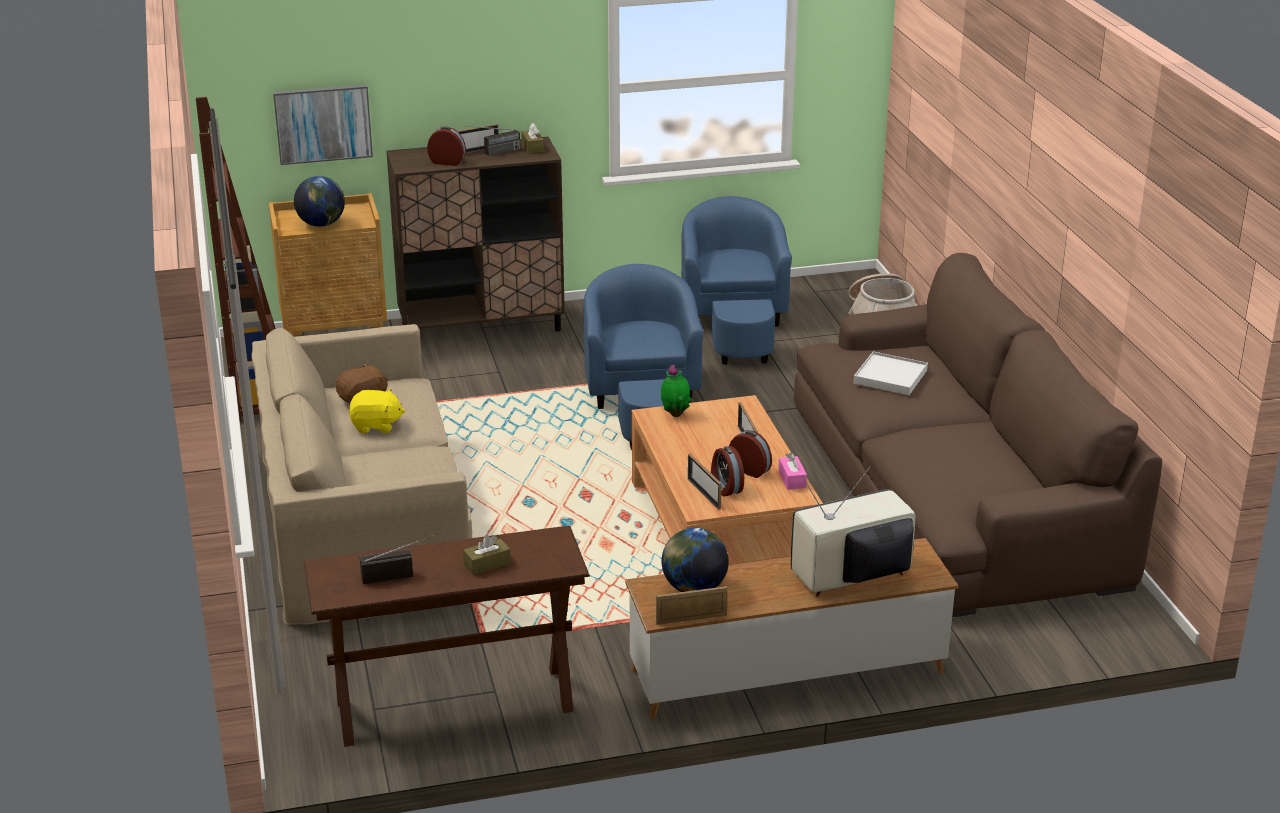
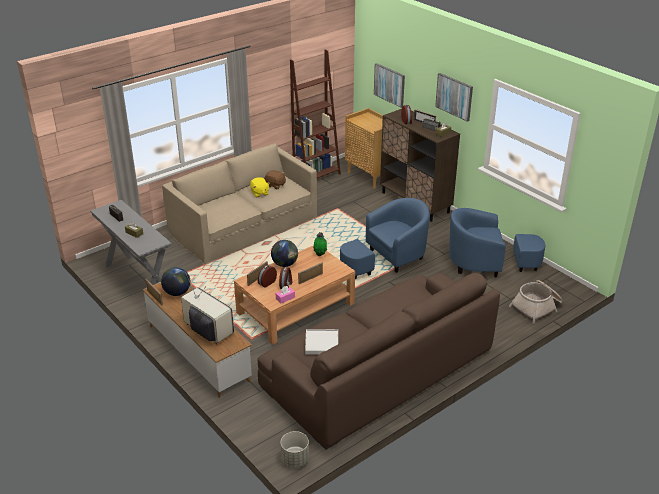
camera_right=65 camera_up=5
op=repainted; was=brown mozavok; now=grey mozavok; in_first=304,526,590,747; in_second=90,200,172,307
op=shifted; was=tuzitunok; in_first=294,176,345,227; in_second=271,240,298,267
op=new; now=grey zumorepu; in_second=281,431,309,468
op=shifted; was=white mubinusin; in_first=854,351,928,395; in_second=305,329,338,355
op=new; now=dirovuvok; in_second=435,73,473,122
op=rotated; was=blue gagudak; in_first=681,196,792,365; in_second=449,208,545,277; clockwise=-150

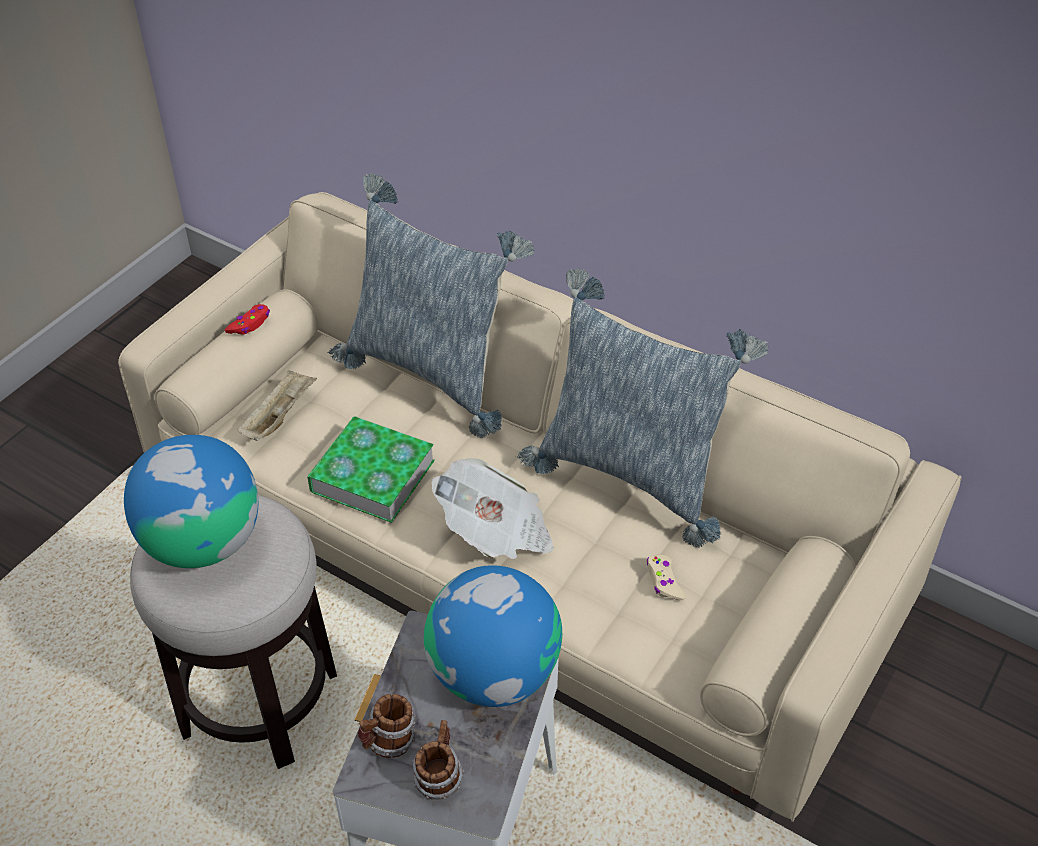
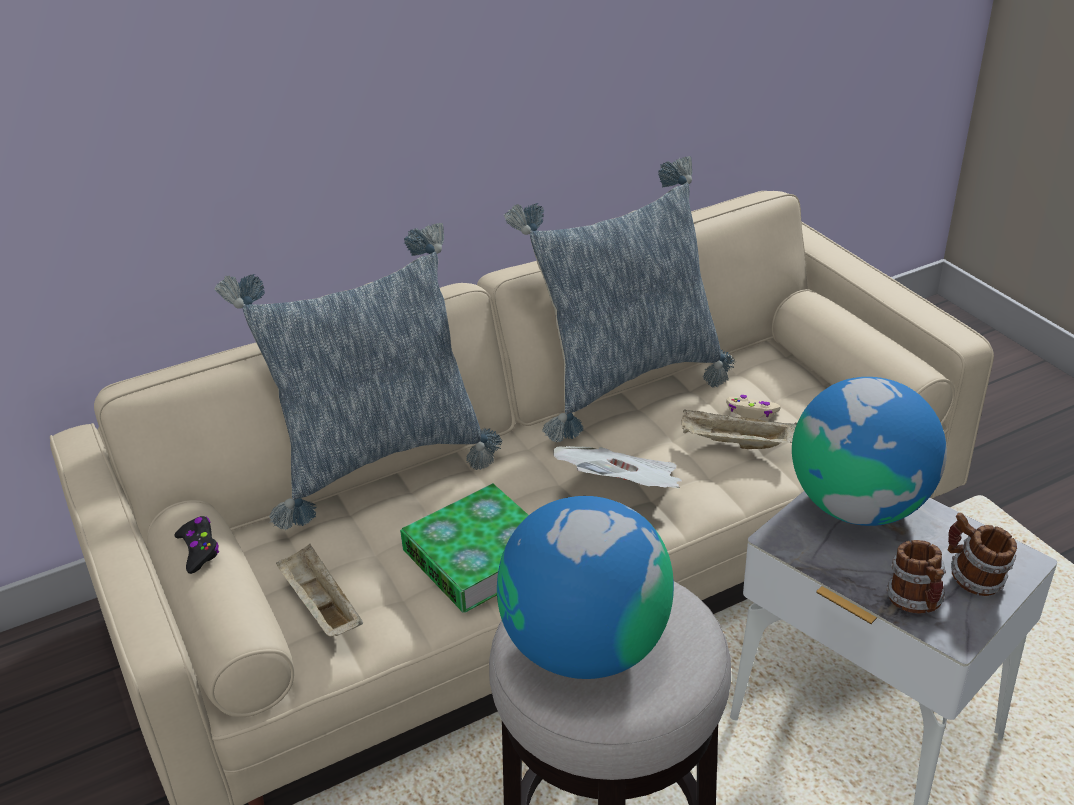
camera_right=-60 camera_up=-10
op=repainted; was=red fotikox; now=black fotikox; in_first=225,304,270,335; in_second=174,516,219,574
op=new; now=beige mubinusin; in_second=681,409,797,449

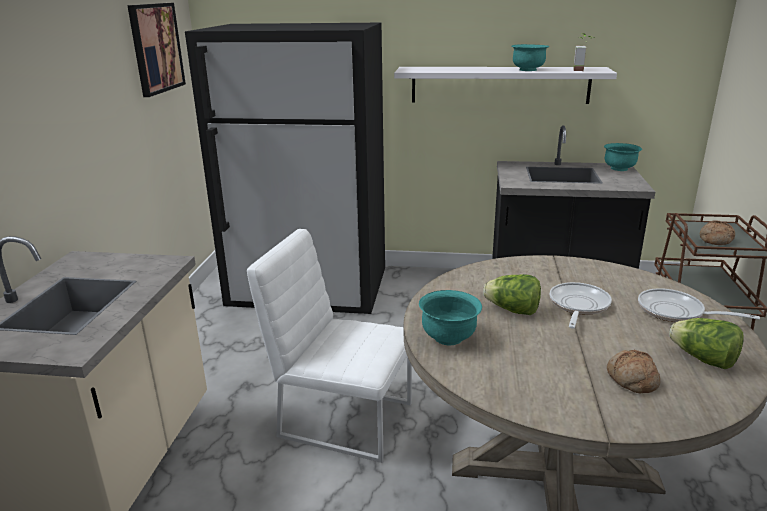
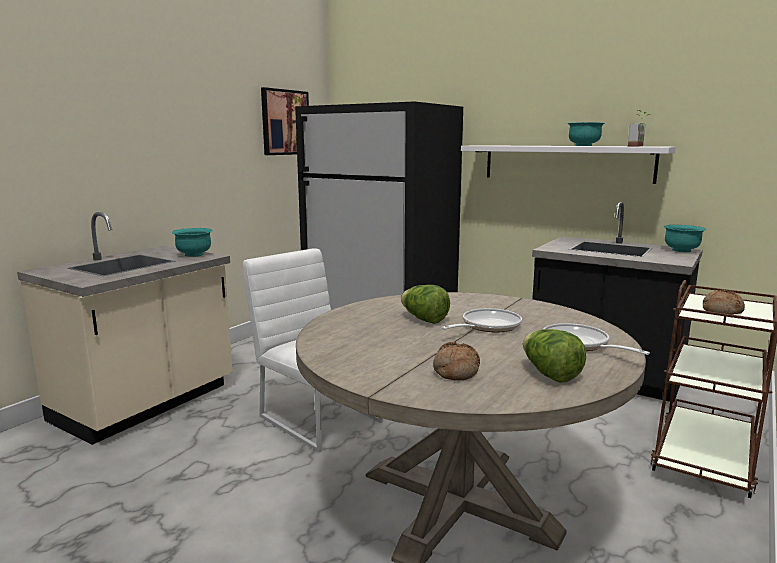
camera_right=25 camera_up=-10
op=shifted; was=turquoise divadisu; in_first=419,290,482,345; in_second=172,228,213,257

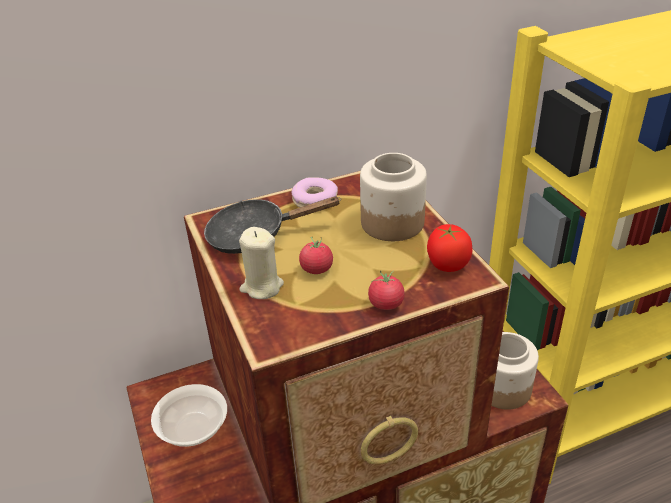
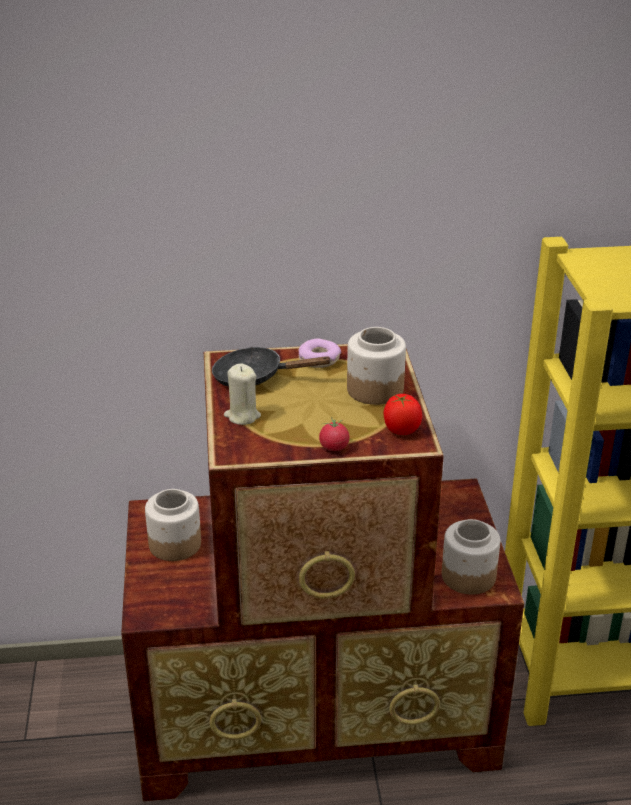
camera_right=15 camera_up=-5
op=swapped; was=divadisu; now=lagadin; in_first=151,384,227,447; in_second=145,489,201,561
op=gone; was=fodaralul; in_first=299,236,333,274

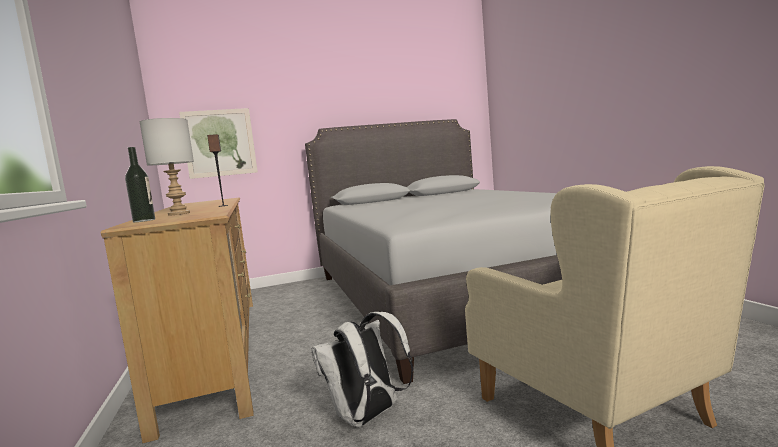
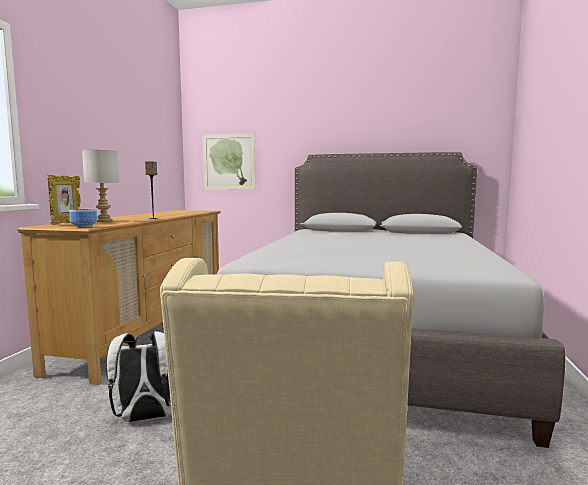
camera_right=30 camera_up=0
op=swapped; was=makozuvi; now=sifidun; in_first=125,147,155,222; in_second=47,175,81,225
op=new; now=divadisu; in_second=69,209,97,228

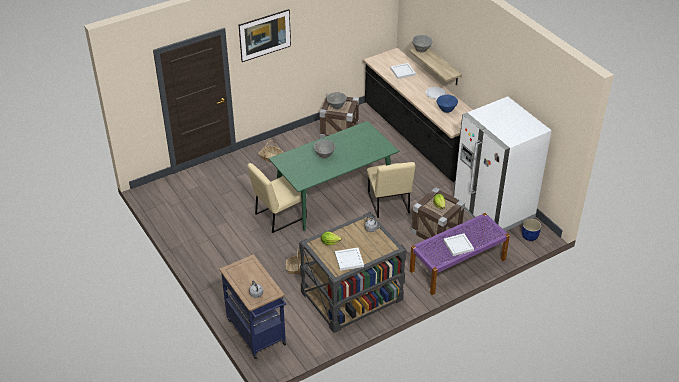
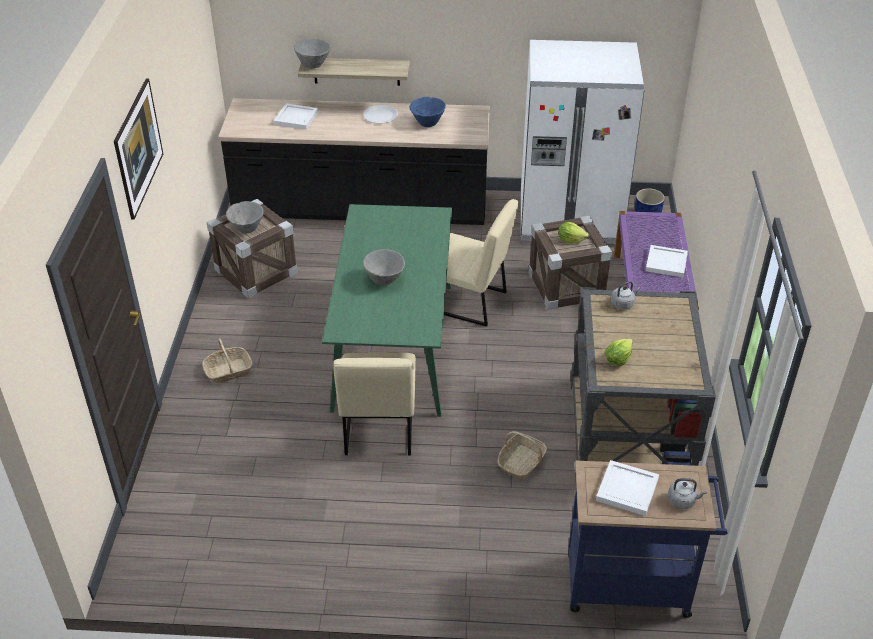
camera_right=-55 camera_up=0
op=shifted; was=white mubinusin; in_first=335,248,364,271; in_second=596,460,659,516

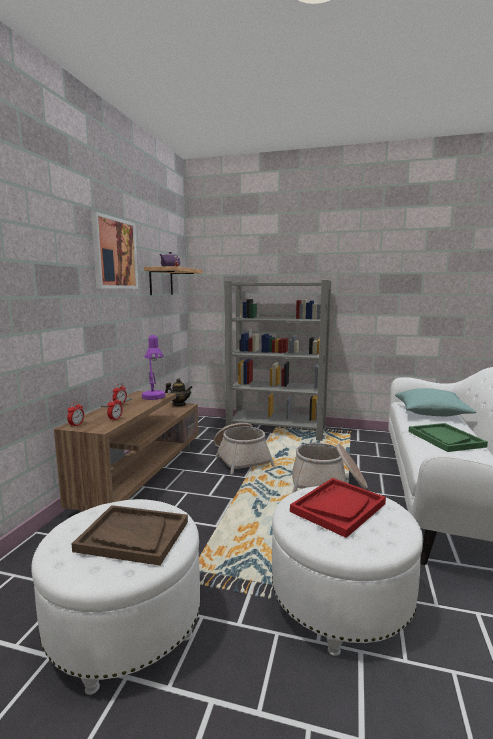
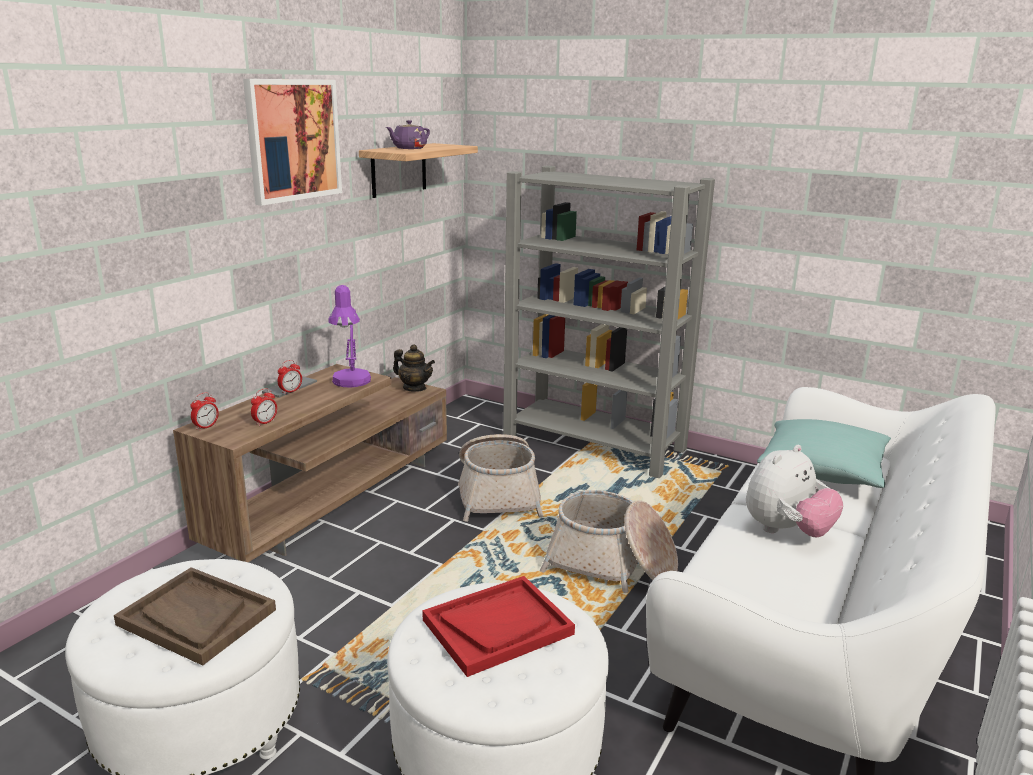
camera_right=15 camera_up=10
op=swapped; was=green mubinusin; now=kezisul; in_first=408,423,488,452; in_second=746,445,843,538

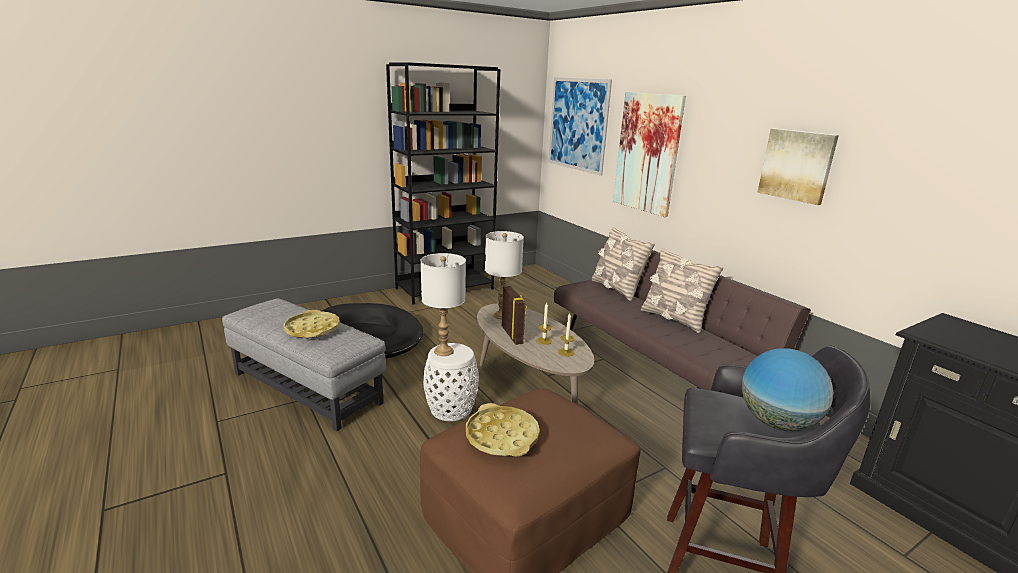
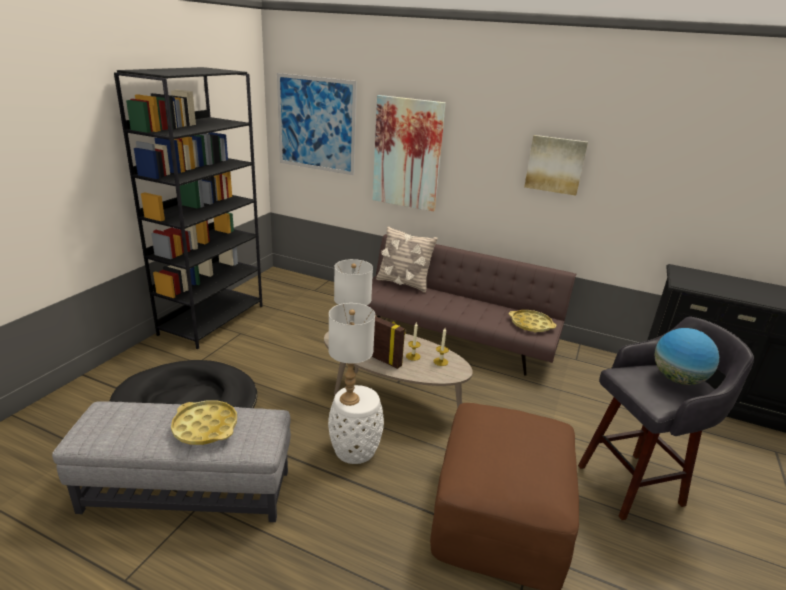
camera_right=-35 camera_up=5
op=shifted; was=yellow mubinusin; in_first=466,403,540,456; in_second=509,310,556,333
op=gone; was=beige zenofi; in_first=641,249,723,333

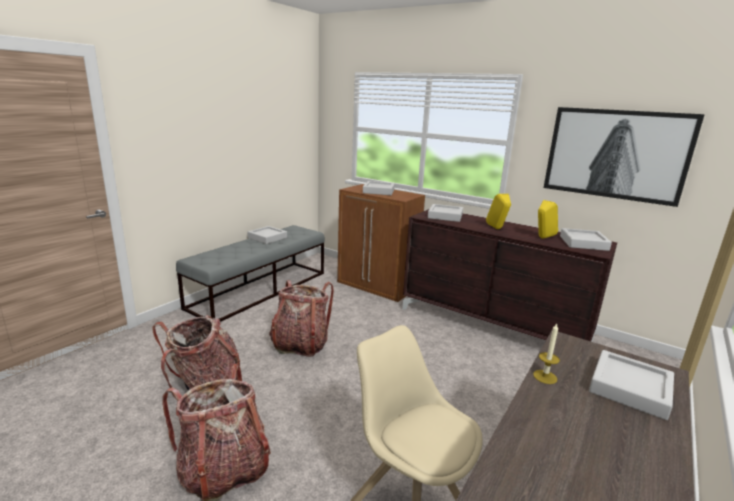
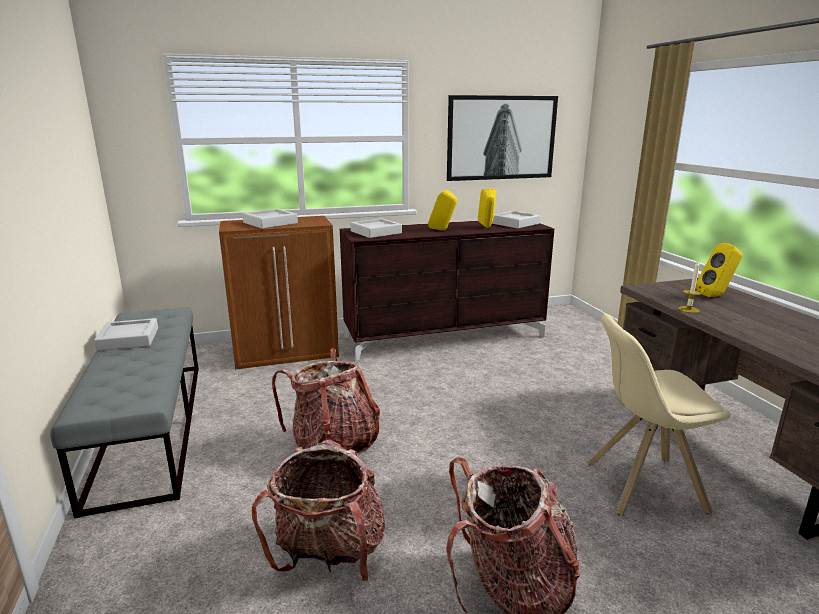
camera_right=-50 camera_up=0
op=swapped; was=grey mubinusin; now=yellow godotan; in_first=589,350,674,420; in_second=696,243,743,297

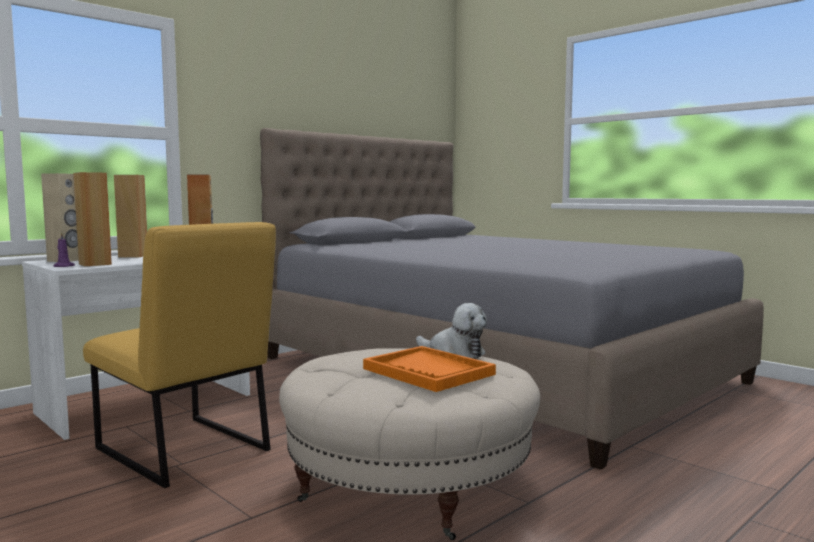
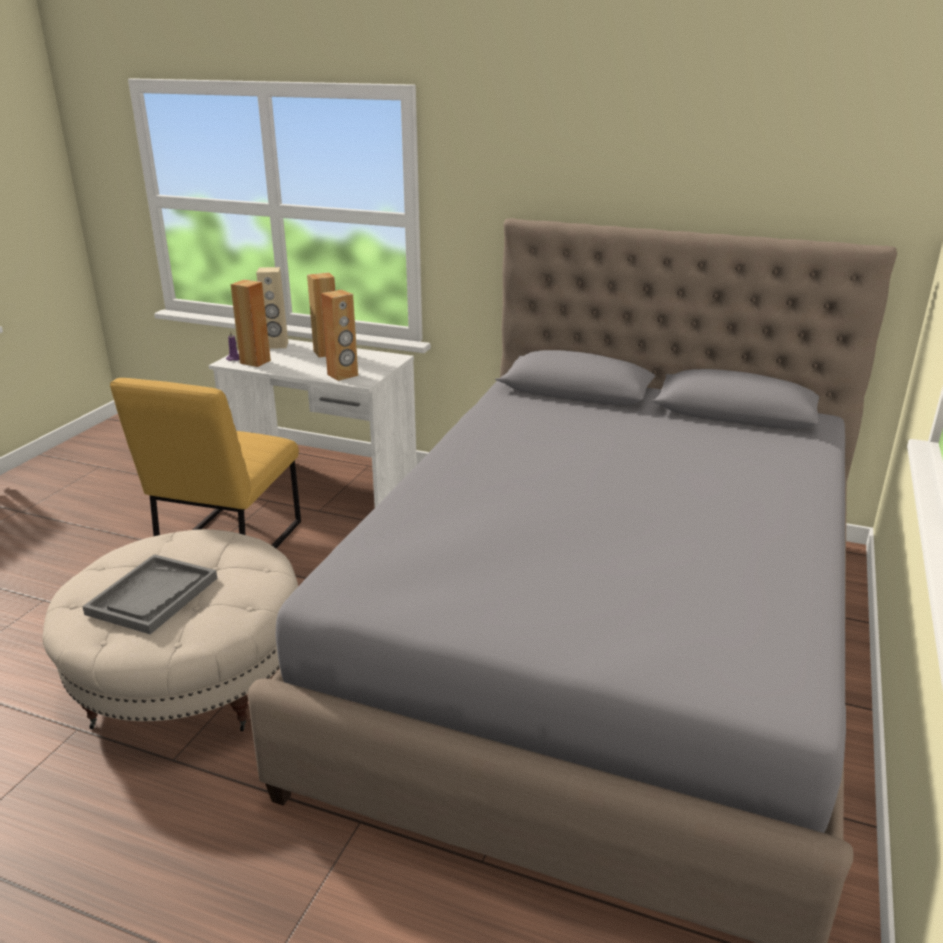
camera_right=65 camera_up=20
op=repainted; was=orange mubinusin; now=grey mubinusin; in_first=363,346,496,392; in_second=82,554,217,634
op=gone; was=kezisul; in_first=416,303,487,359

